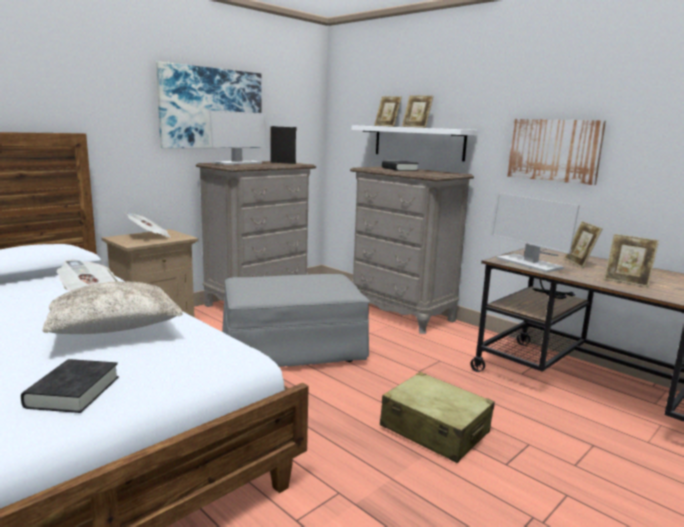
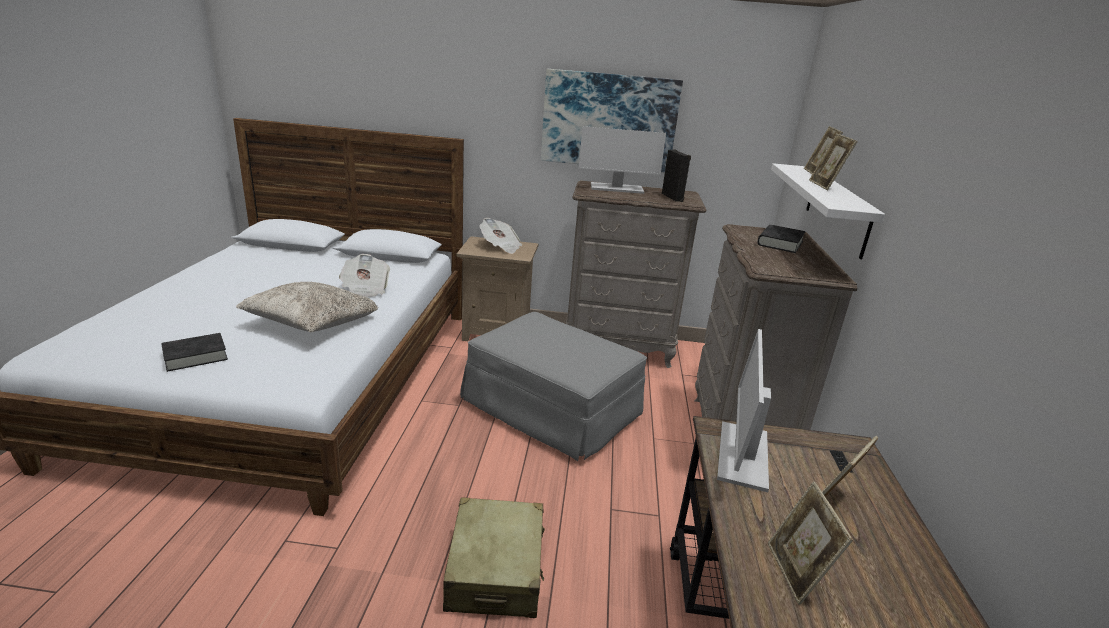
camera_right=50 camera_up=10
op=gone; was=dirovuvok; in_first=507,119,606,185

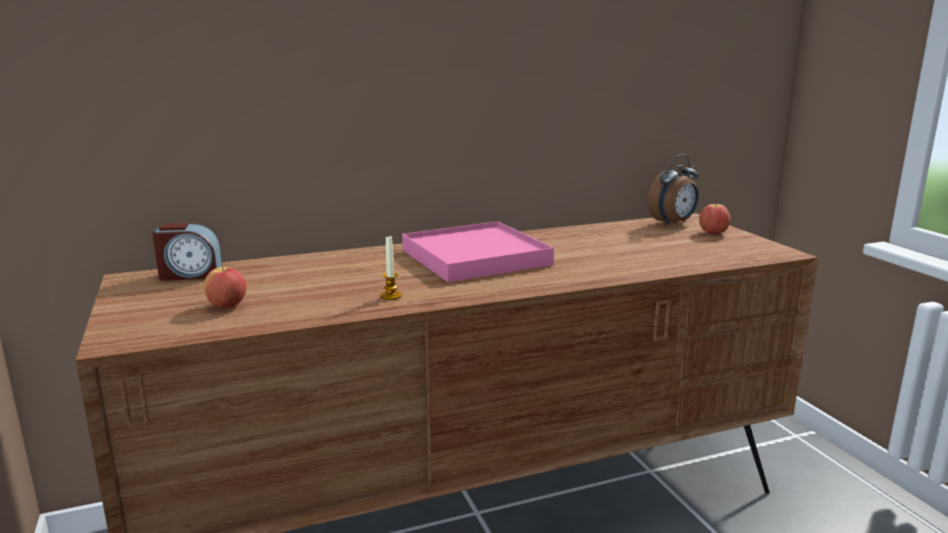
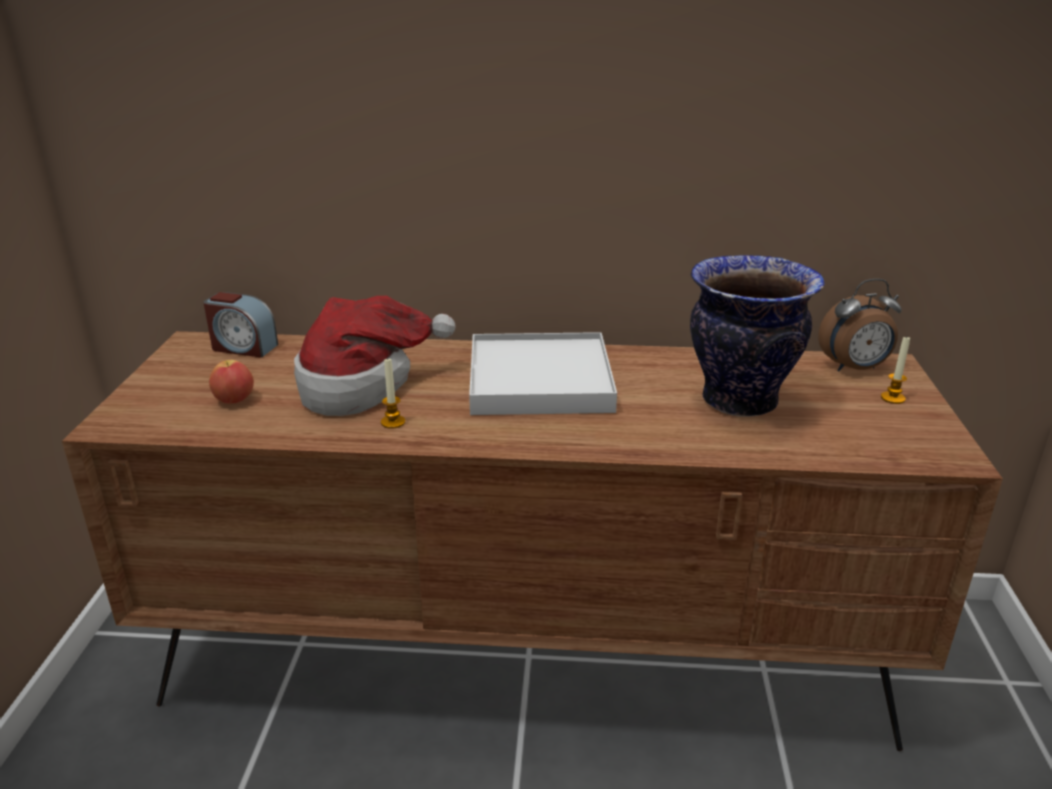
camera_right=25 camera_up=10
op=new; now=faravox; in_second=294,296,455,416
op=repainted; was=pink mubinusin; now=white mubinusin; in_first=402,221,554,282; in_second=469,332,617,415
op=new; now=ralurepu; in_second=690,255,825,417
op=swapped; was=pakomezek; now=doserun; in_first=699,203,730,234; in_second=881,337,910,404

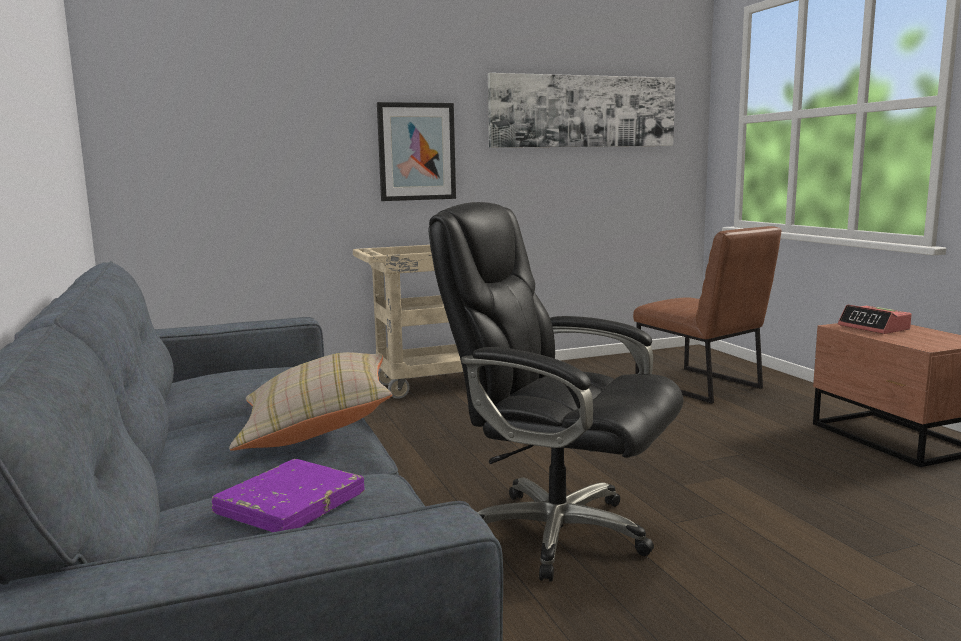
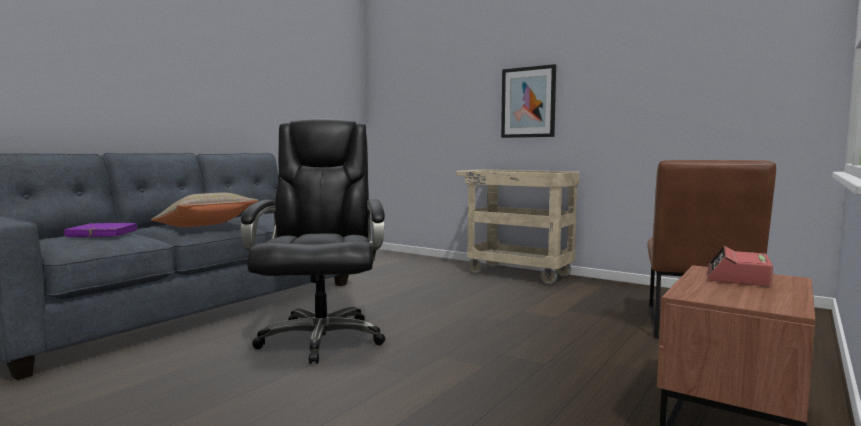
camera_right=55 camera_up=-5
op=gone; was=dirovuvok; in_first=488,73,675,148

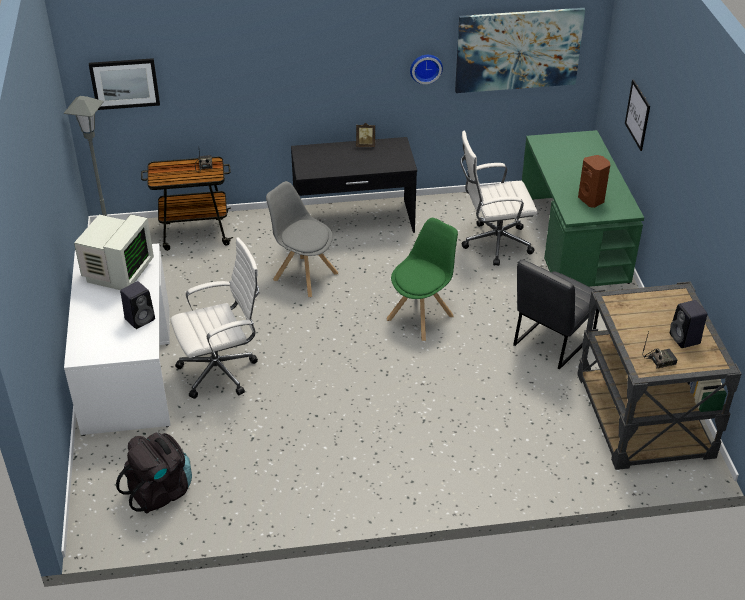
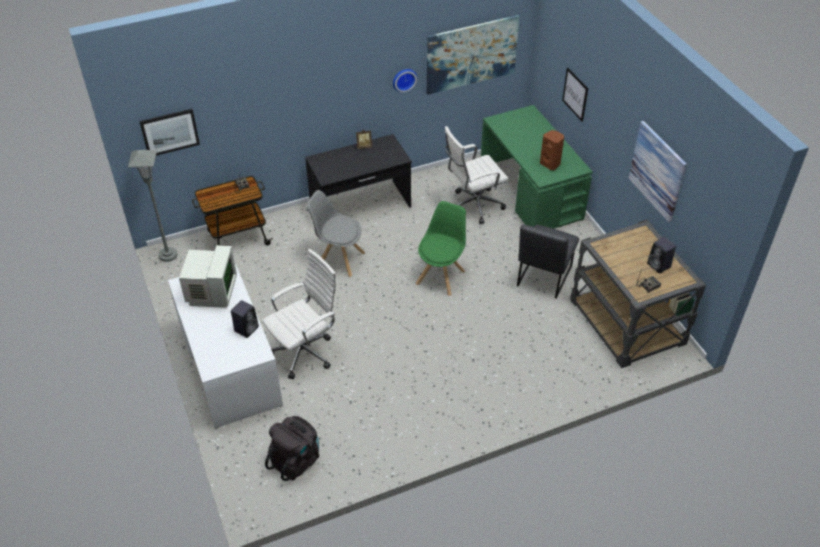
camera_right=-15 camera_up=5
op=new; now=dirovuvok; in_second=628,121,687,222

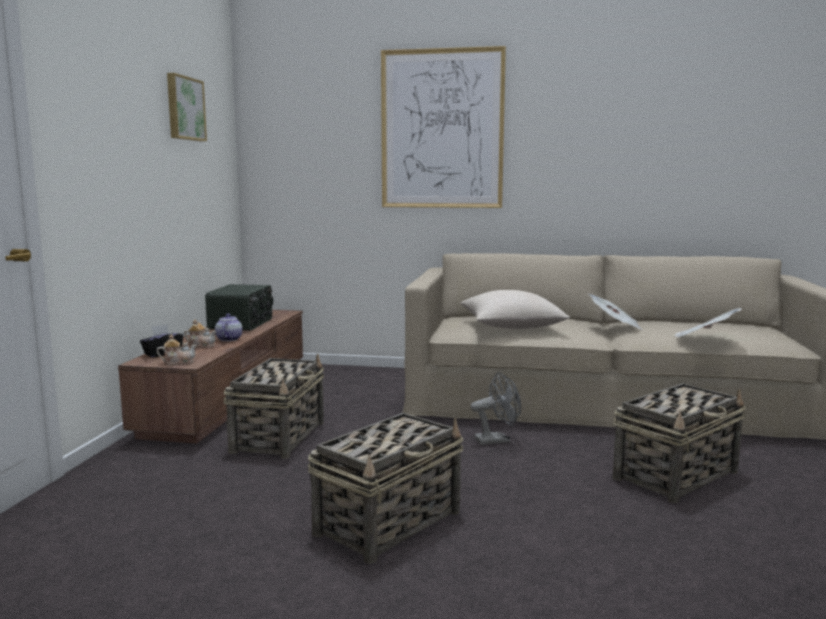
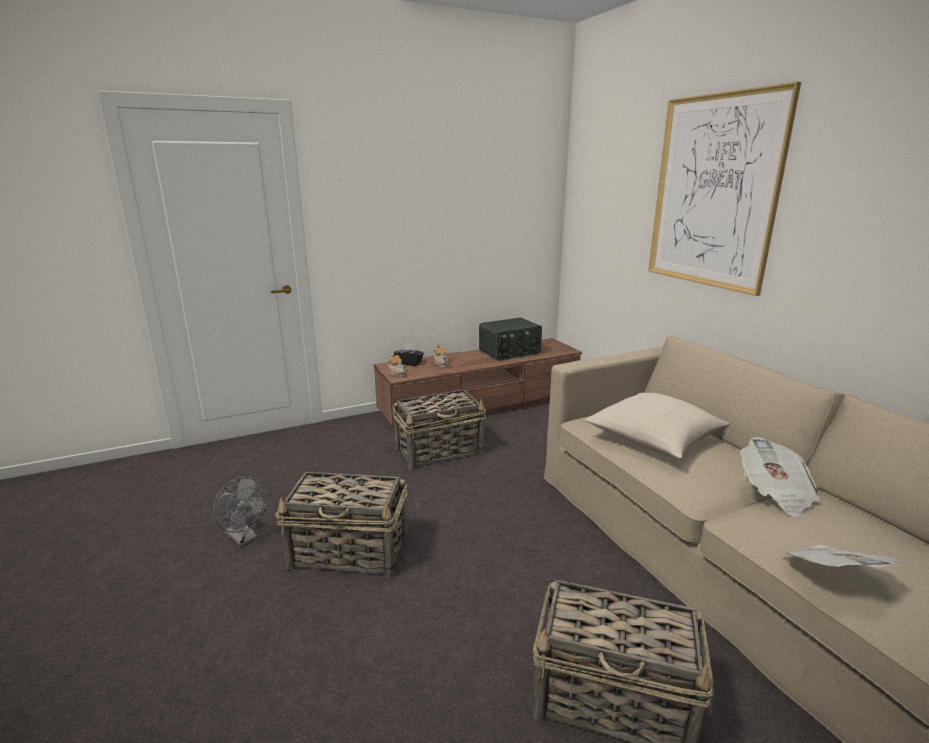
camera_right=55 camera_up=10
op=shifted; was=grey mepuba; in_first=471,372,521,445; in_second=213,476,268,546
op=gone; was=dirovuvok; in_first=167,73,207,141
op=gone; was=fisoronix; in_first=215,314,243,341

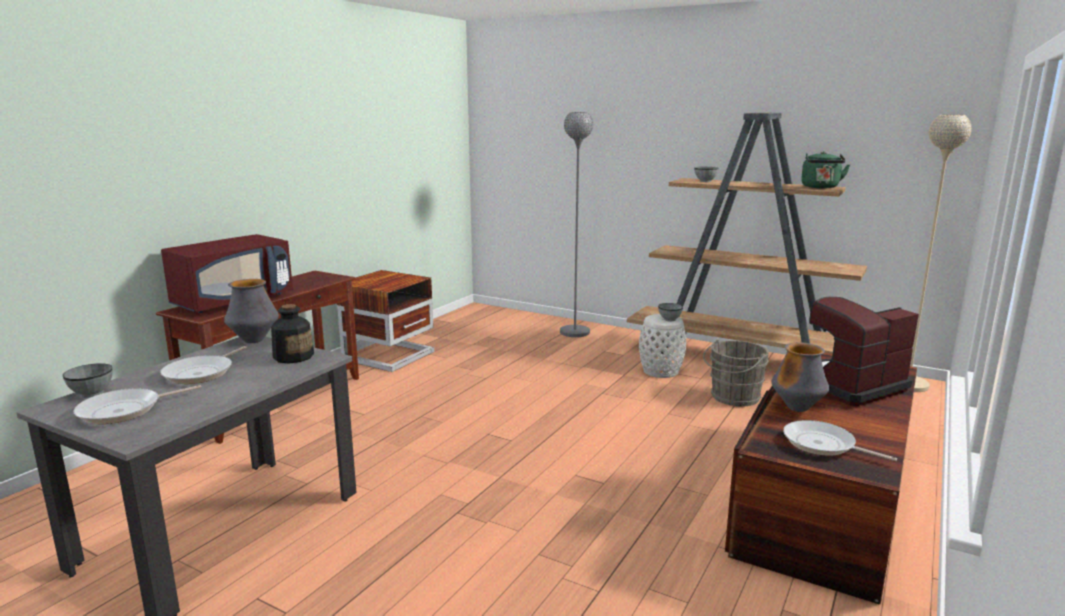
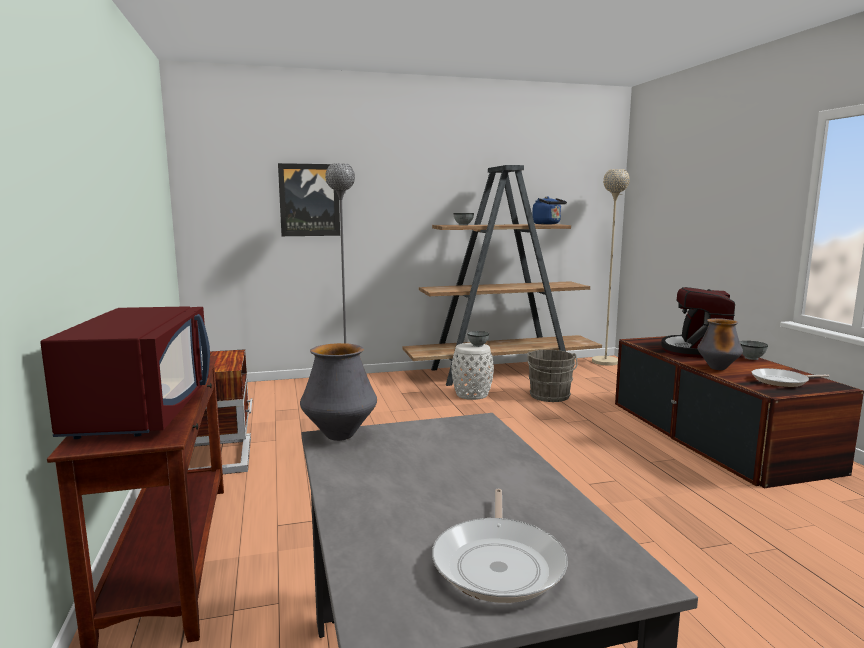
camera_right=-45 camera_up=-5
op=new; now=dirovuvok; in_second=278,163,340,236
op=repainted; was=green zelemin; now=blue zelemin; in_first=801,151,850,188; in_second=532,196,567,224
op=shifted; was=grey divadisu; in_first=63,363,113,398; in_second=740,341,768,360
op=gone; was=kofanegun; in_first=160,346,247,384
op=gone; was=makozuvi; in_first=271,304,314,364

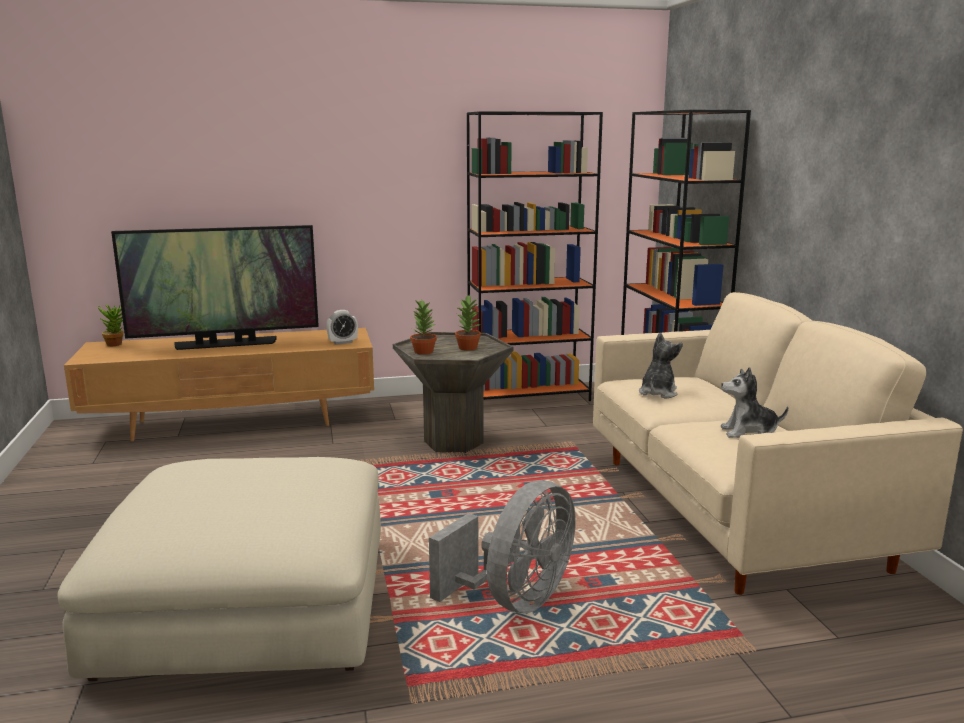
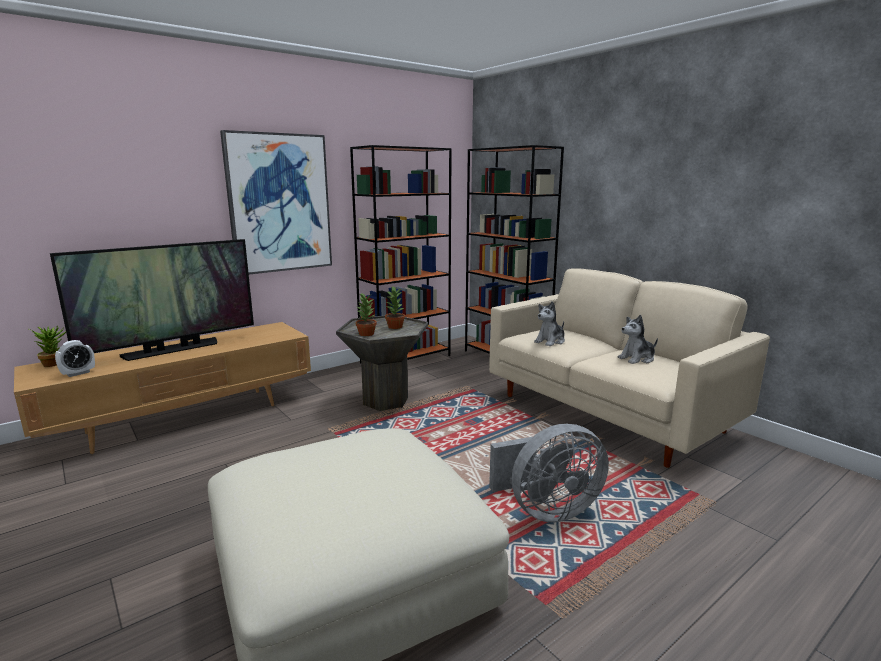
camera_right=-25 camera_up=0
op=shifted; was=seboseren; in_first=326,310,358,345; in_second=55,340,95,377
op=new; now=dirovuvok; in_second=220,130,332,274
op=rotated; was=grey mepuba; in_first=429,480,576,613; in_second=489,424,609,522; clockwise=60
op=rotated; was=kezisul; in_first=639,333,683,399; in_second=534,301,565,346; clockwise=-135

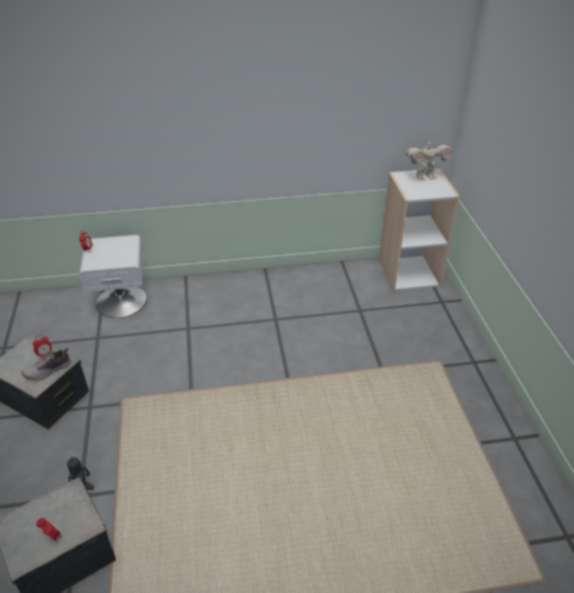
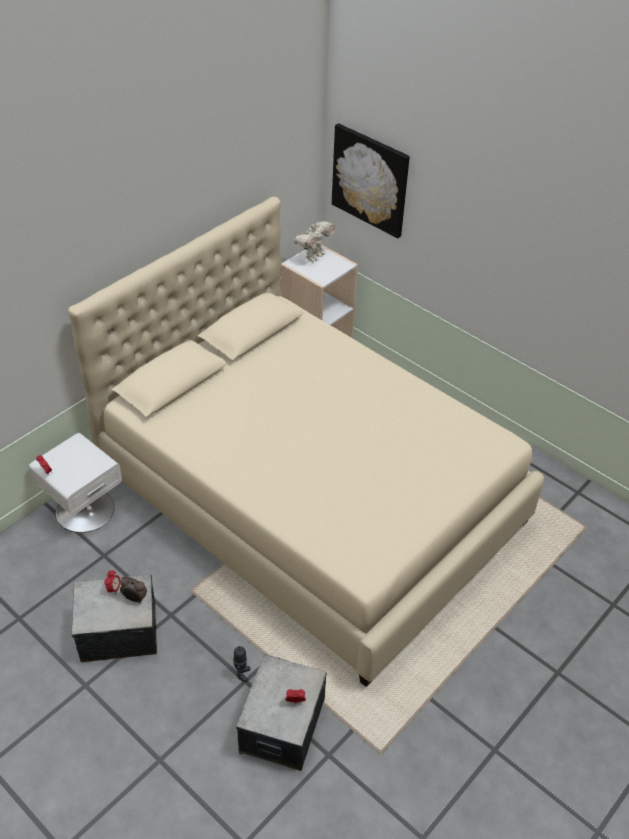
camera_right=-40 camera_up=5
op=new; now=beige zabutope; in_second=68,197,544,687
op=swapped; was=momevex; now=seboseren; in_first=22,348,71,380; in_second=120,576,147,604
op=new; now=dirovuvok; in_second=332,123,410,238

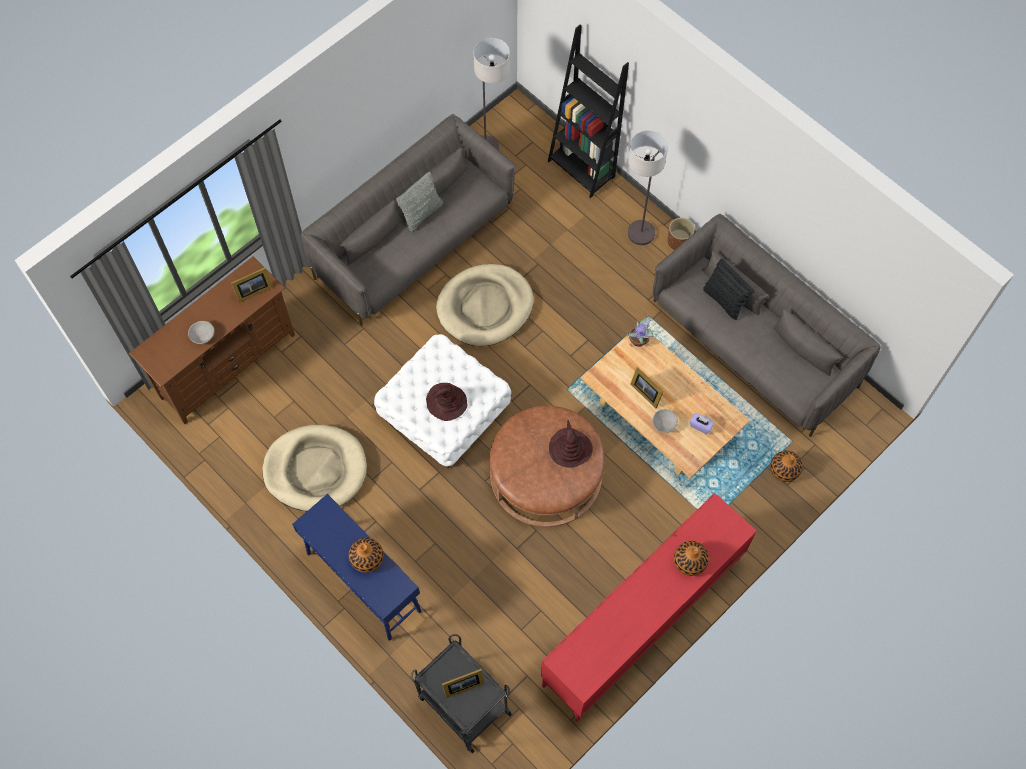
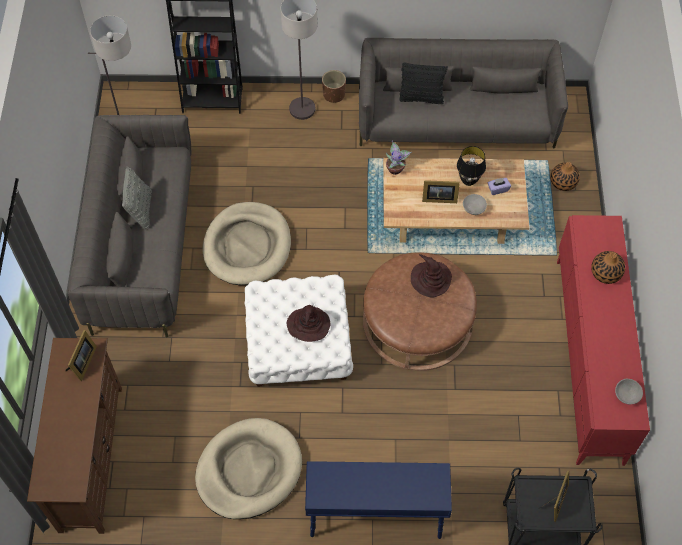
camera_right=-45 camera_up=-5
op=new; now=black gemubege; in_second=457,146,486,186
op=shifted; was=grey divadisu; in_first=188,321,214,344; in_second=615,379,643,404
op=gone; was=ralurepu; in_first=349,538,383,573

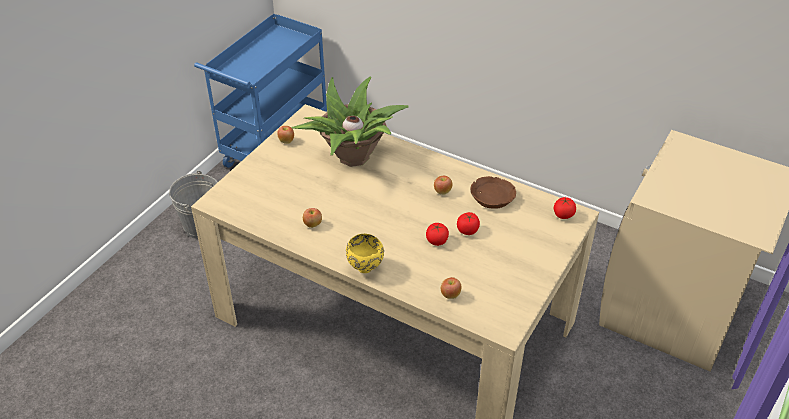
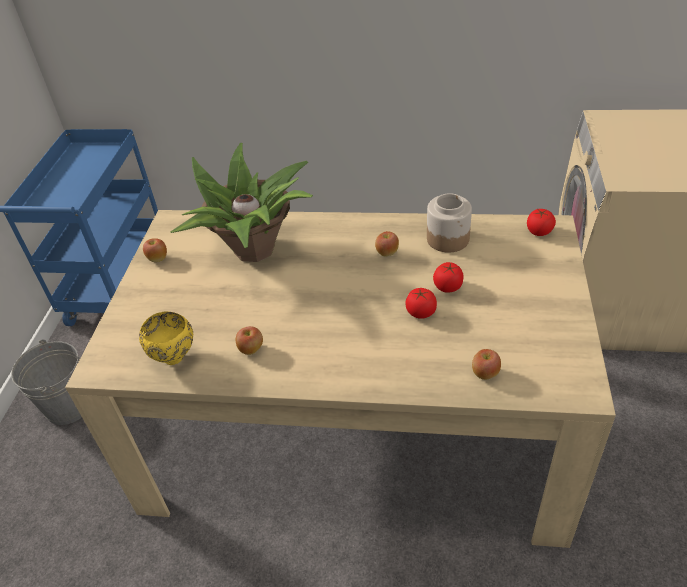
camera_right=-20 camera_up=0
op=shifted; was=yellow divadisu; in_first=346,234,384,273; in_second=139,311,193,365
op=swapped; was=brown divadisu; now=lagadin; in_first=470,176,516,209; in_second=427,193,472,253

